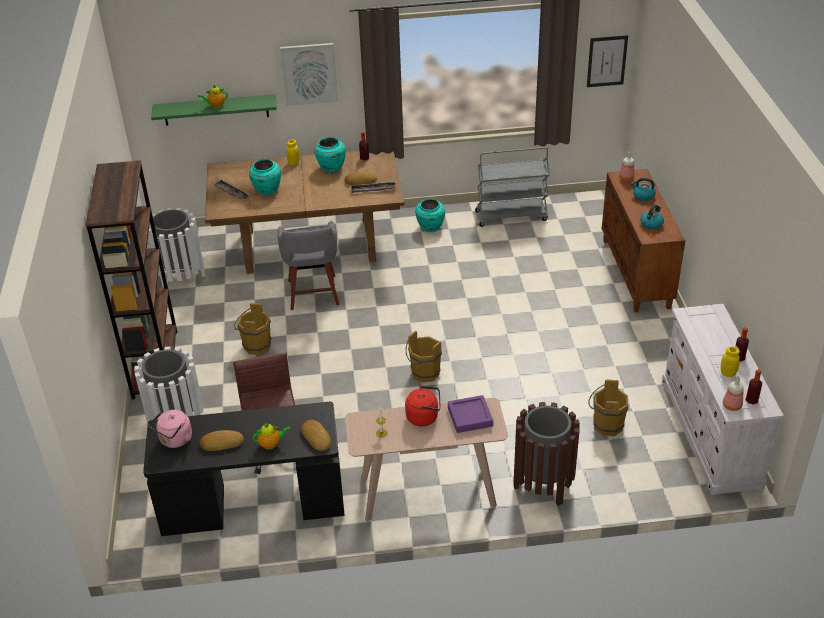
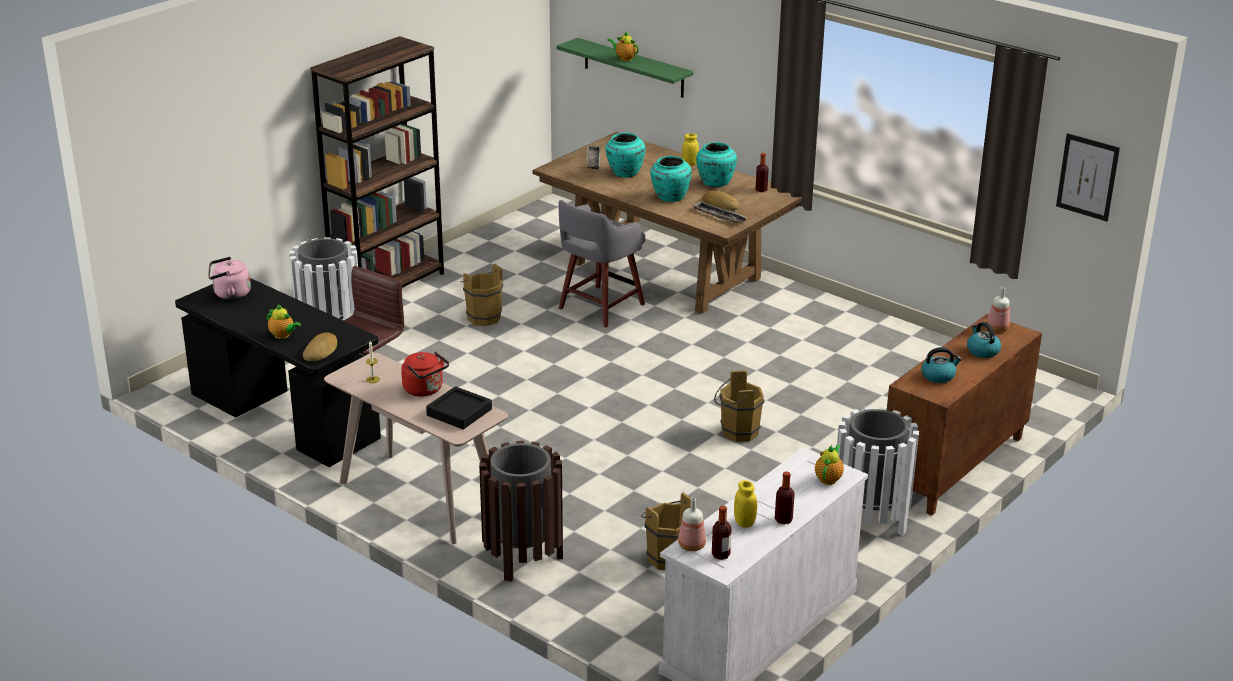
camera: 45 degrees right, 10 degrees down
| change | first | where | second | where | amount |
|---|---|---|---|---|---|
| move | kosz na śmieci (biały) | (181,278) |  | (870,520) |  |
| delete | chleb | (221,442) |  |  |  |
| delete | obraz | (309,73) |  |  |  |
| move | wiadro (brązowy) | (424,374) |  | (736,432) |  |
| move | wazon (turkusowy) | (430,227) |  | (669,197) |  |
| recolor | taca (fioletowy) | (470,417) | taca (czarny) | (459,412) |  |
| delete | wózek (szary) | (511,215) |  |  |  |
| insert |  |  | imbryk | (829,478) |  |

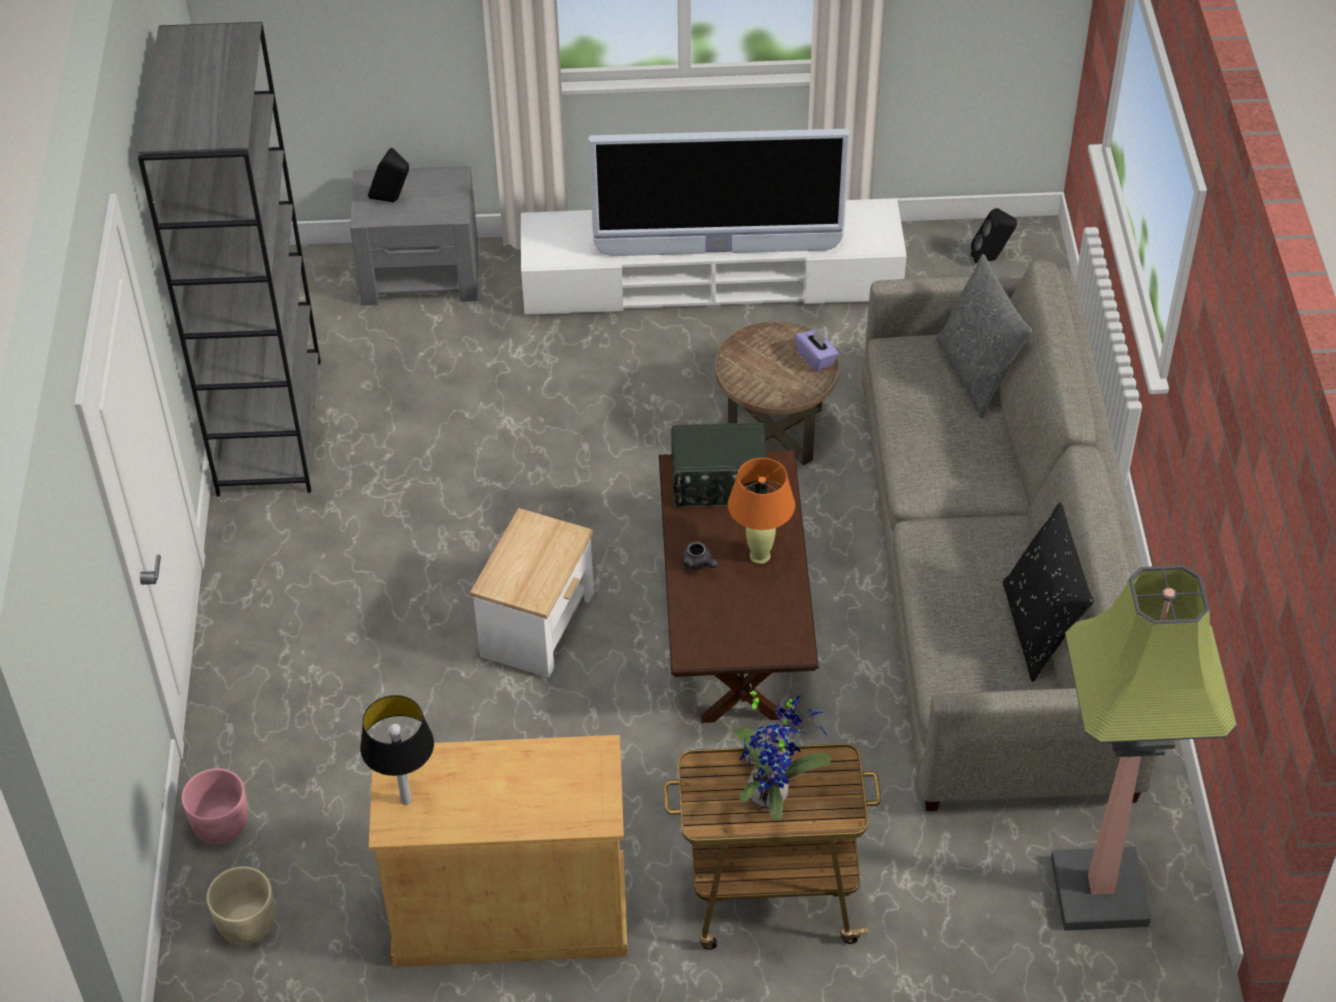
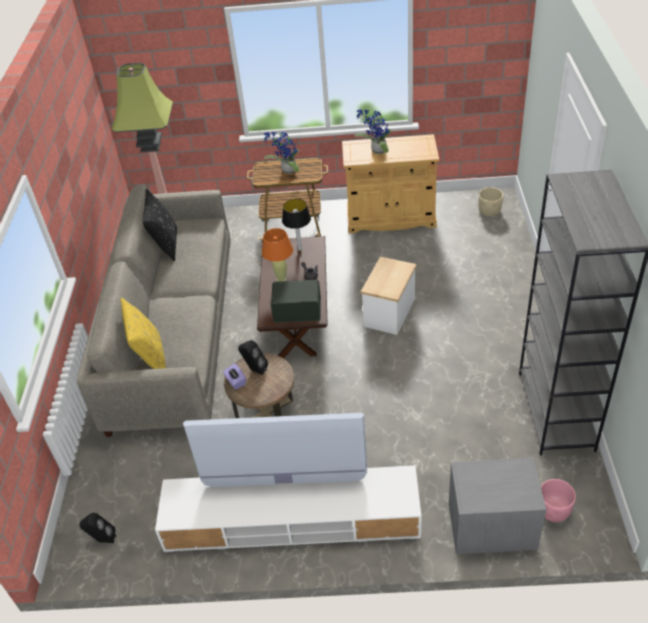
camera: 175 degrees left, 5 degrees down
| change | first | where | second | where | amount |
|---|---|---|---|---|---|
| move | donica (różowy) | (221,825) |  | (553,510) |  |
| move | lampa stołowa | (406,799) |  | (300,249) |  |
| move | głośnik (czarny) | (392,200) |  | (254,370) |  |
| recolor | poduszka (szary) | (977,373) | poduszka (żółty) | (150,358) |  |
| insert |  |  | roślina doniczkowa | (377,151) |  |

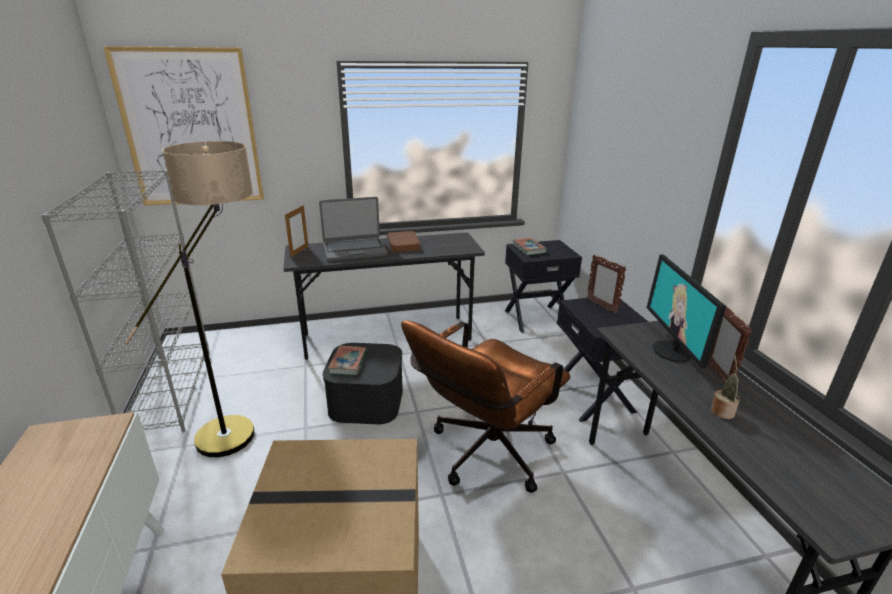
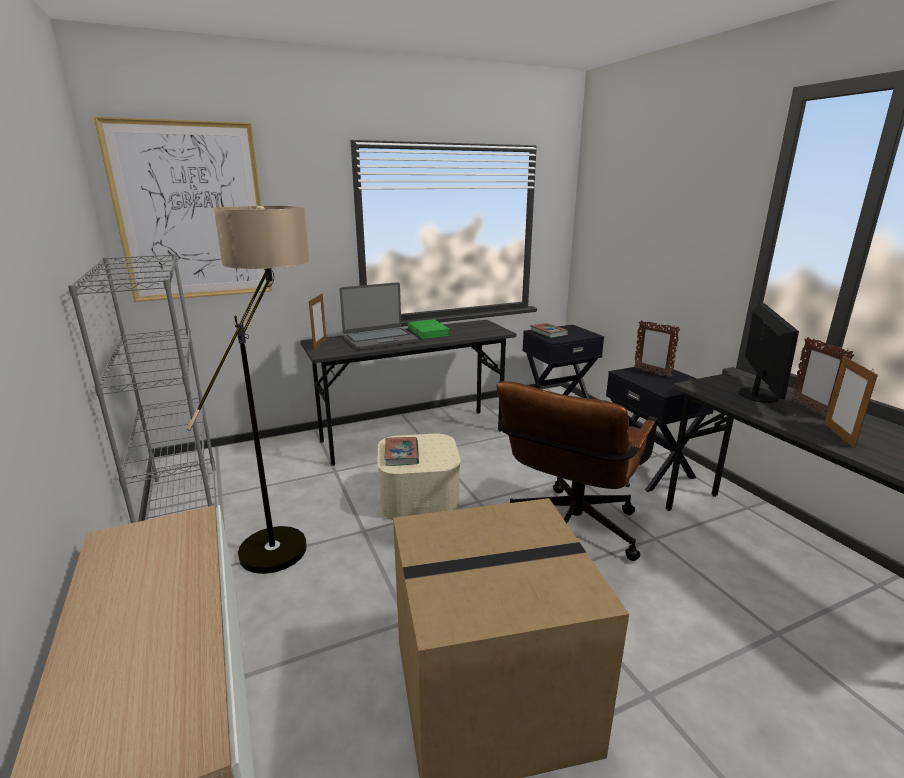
camera: 10 degrees left, 5 degrees down
| change | first | where | second | where | amount |
|---|---|---|---|---|---|
| recolor | pojemnik do przechowywania (czarny) | (366,400) | pojemnik do przechowywania (beżowy) | (419,497) |  |
| recolor | książka (brązowy) | (403,244) | książka (zielony) | (428,332) |  |
| rotate | monitor | (672,351) |  | (757,395) | 150 degrees counterclockwise |
| replace | roślina doniczkowa | (722,411) | ramka na zdjęcie | (839,435) |  |

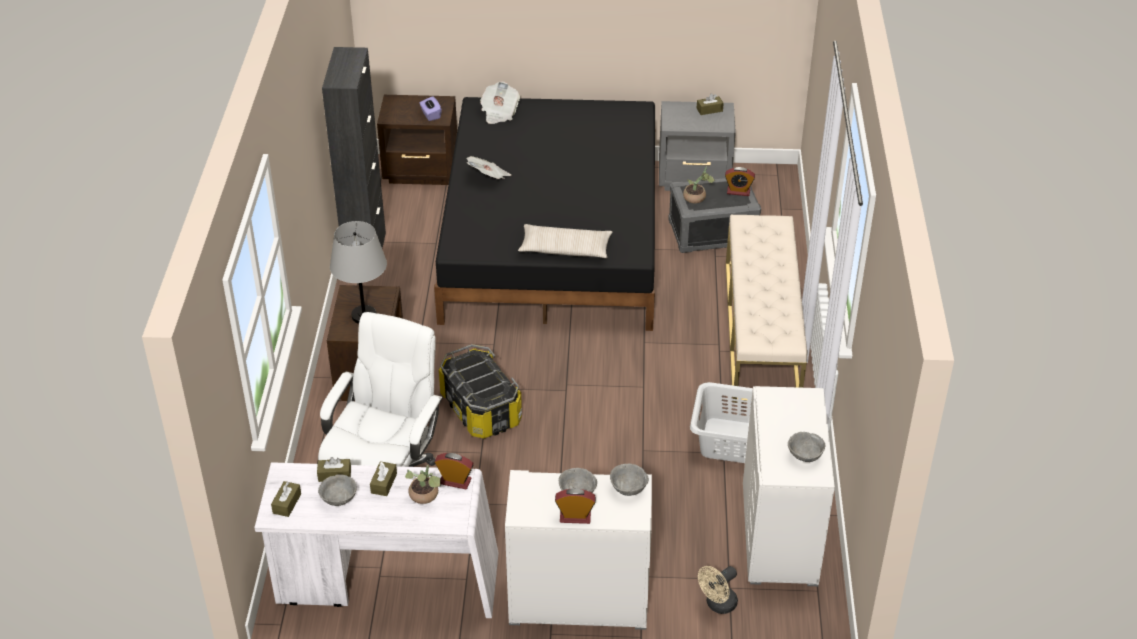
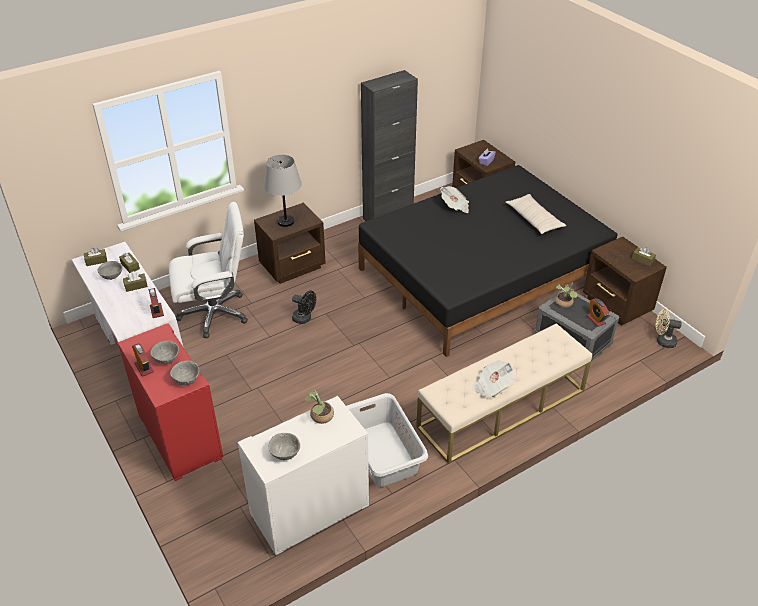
camera: 55 degrees right, 0 degrees up
| change | first | where | second | where | amount |
|---|---|---|---|---|---|
| move | roślina doniczkowa | (425,497) |  | (320,418) |  |
| replace | pojemnik do przechowywania | (480,409) | wentylator (czarny) | (304,319) |  |
| move | gazeta | (499,113) |  | (492,387) |  |
| recolor | komoda (biały) | (578,600) | komoda (czerwony) | (179,437) |  |
| move | poduszka (beżowy) | (565,249) |  | (534,219) |  |
| recolor | szafka nocna (szary) | (695,179) | szafka nocna (brązowy) | (616,306) |  |
| move | wentylator (beżowy) | (718,605) |  | (662,341) |  |

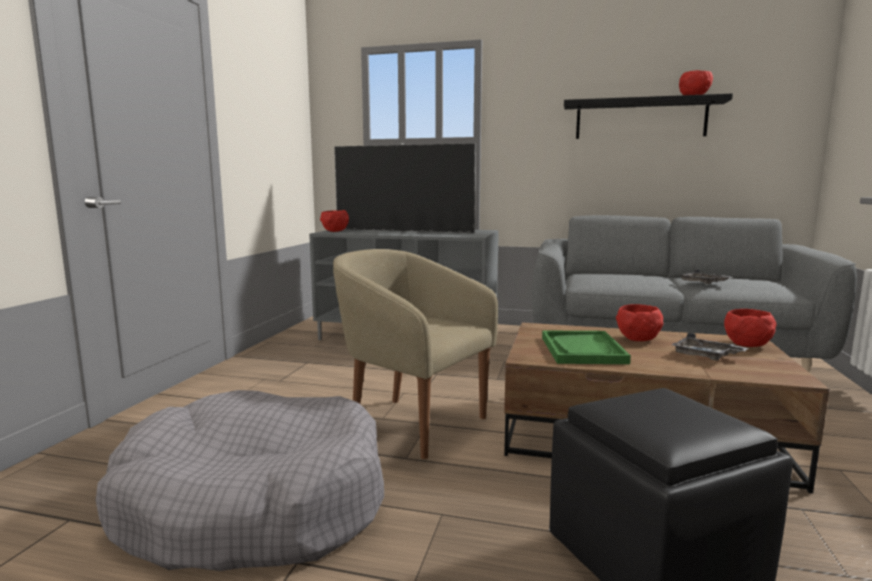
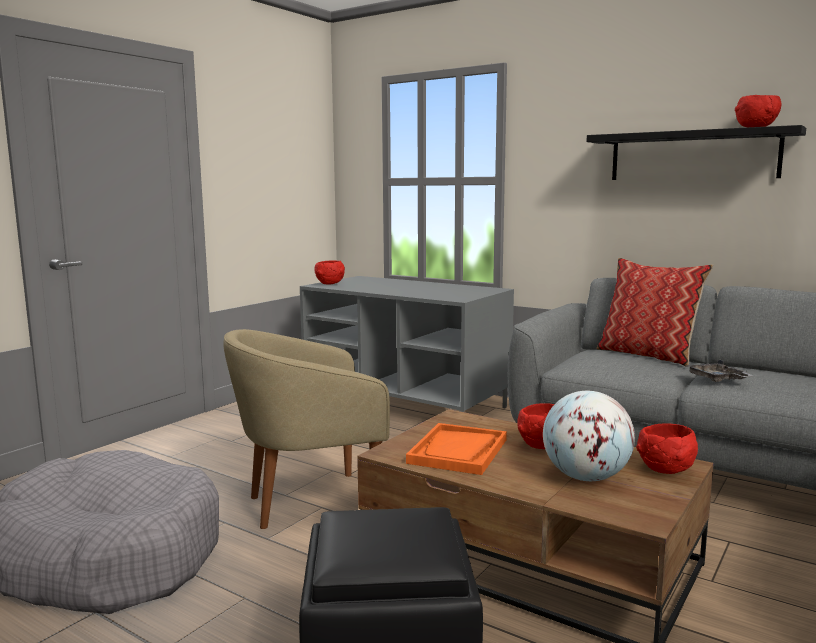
camera: 20 degrees right, 0 degrees up
| change | first | where | second | where | amount |
|---|---|---|---|---|---|
| rotate | fotel (beżowy) | (412,422) |  | (309,503) | 75 degrees counterclockwise |
| delete | telewizor | (403,231) |  |  |  |
| recolor | taca (zielony) | (582,350) | taca (pomarańczowy) | (458,451) |  |
| replace | taca (szary) | (705,356) | globus | (585,477) |  |
| insert |  |  | poduszka | (648,355) |  |

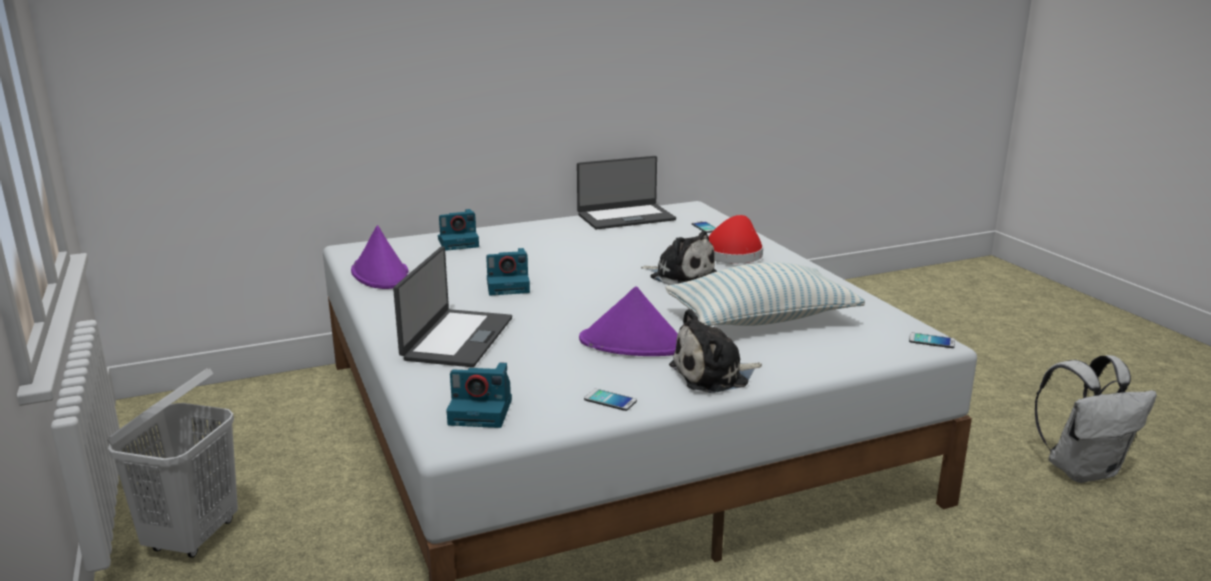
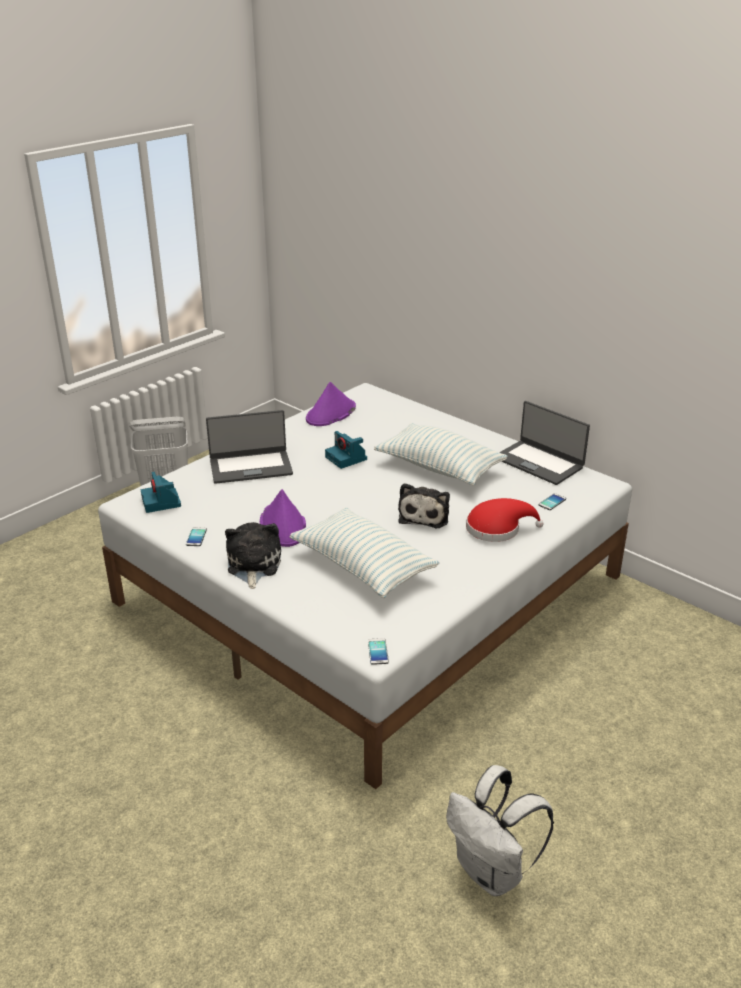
camera: 65 degrees right, 10 degrees up
| change | first | where | second | where | amount |
|---|---|---|---|---|---|
| delete | aparat fotograficzny | (459,242) |  |  |  |
| rotate | pluszak | (714,375) |  | (253,565) | 45 degrees clockwise |
| insert |  |  | poduszka | (439,468) |  |

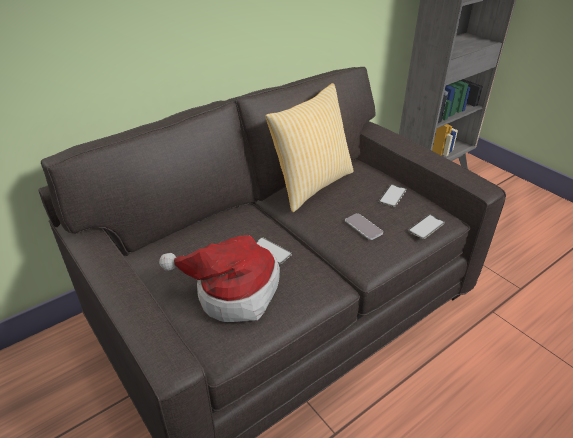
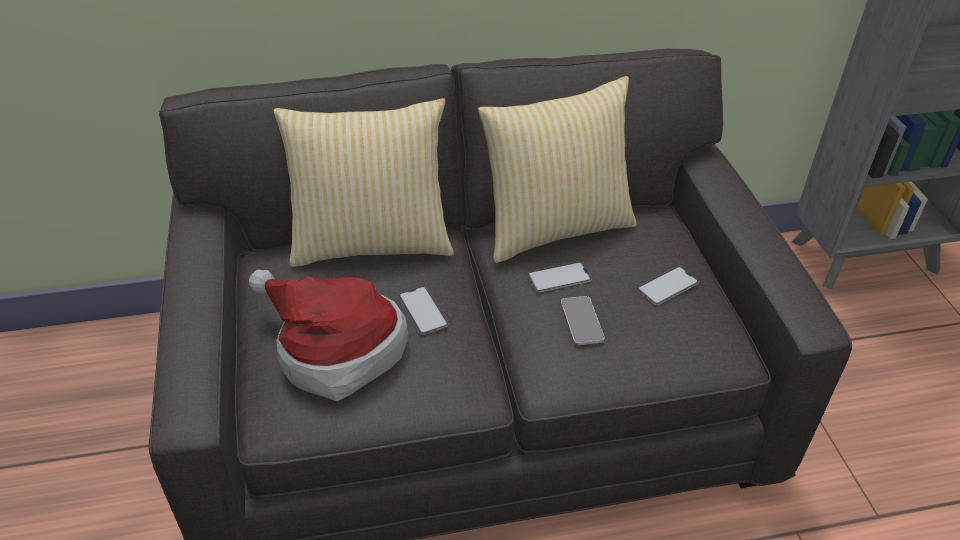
camera: 25 degrees right, 5 degrees up
| change | first | where | second | where | amount |
|---|---|---|---|---|---|
| move | telefon | (426,227) |  | (559,277) |  |
| insert |  |  | poduszka | (371,242) |  |

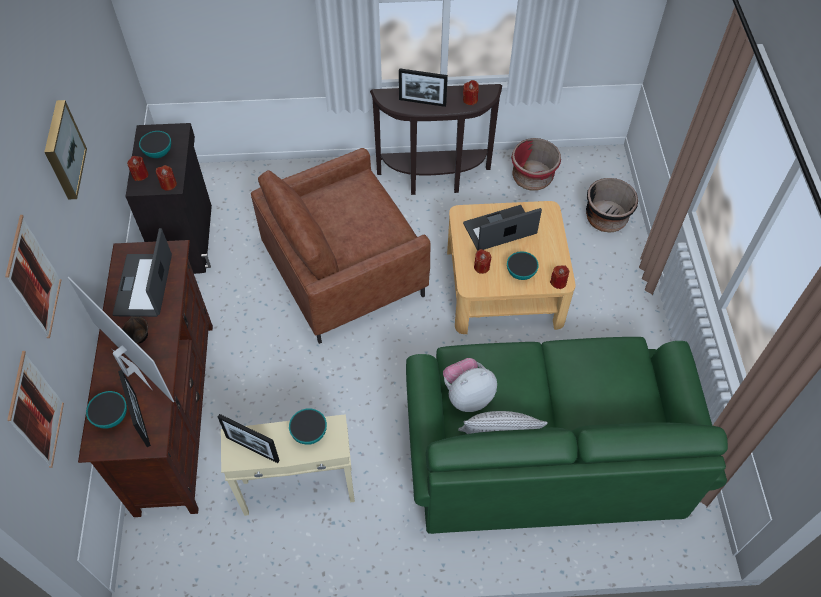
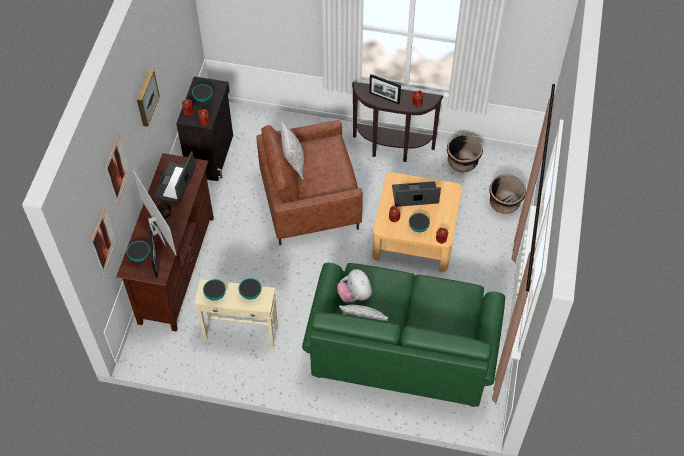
camera: 15 degrees right, 0 degrees up
| change | first | where | second | where | amount |
|---|---|---|---|---|---|
| replace | ramka na zdjęcie | (252,449) | miska | (215,294) |  |
| rotate | pluszak | (467,395) |  | (354,295) | 105 degrees counterclockwise |
| recolor | donica (czerwony) | (532,178) | donica (czarny) | (462,162) |  |
| insert |  |  | poduszka | (293,162) |  |

